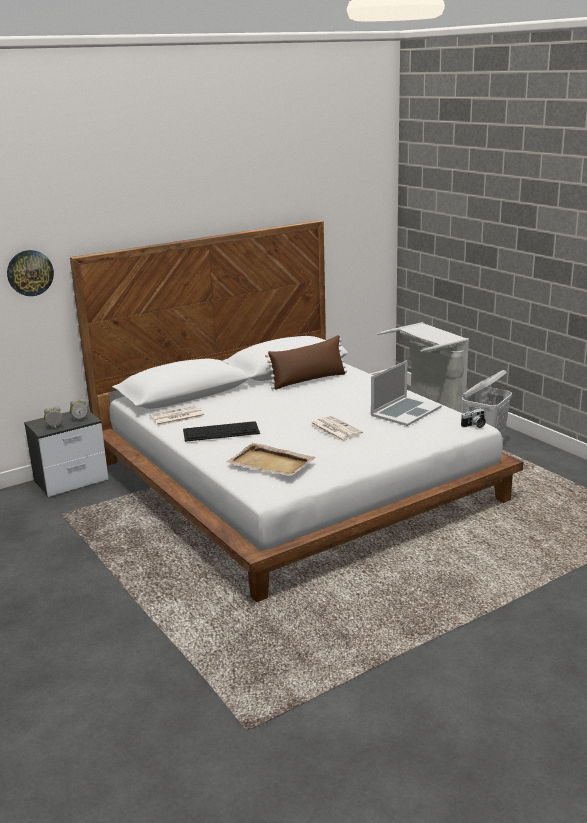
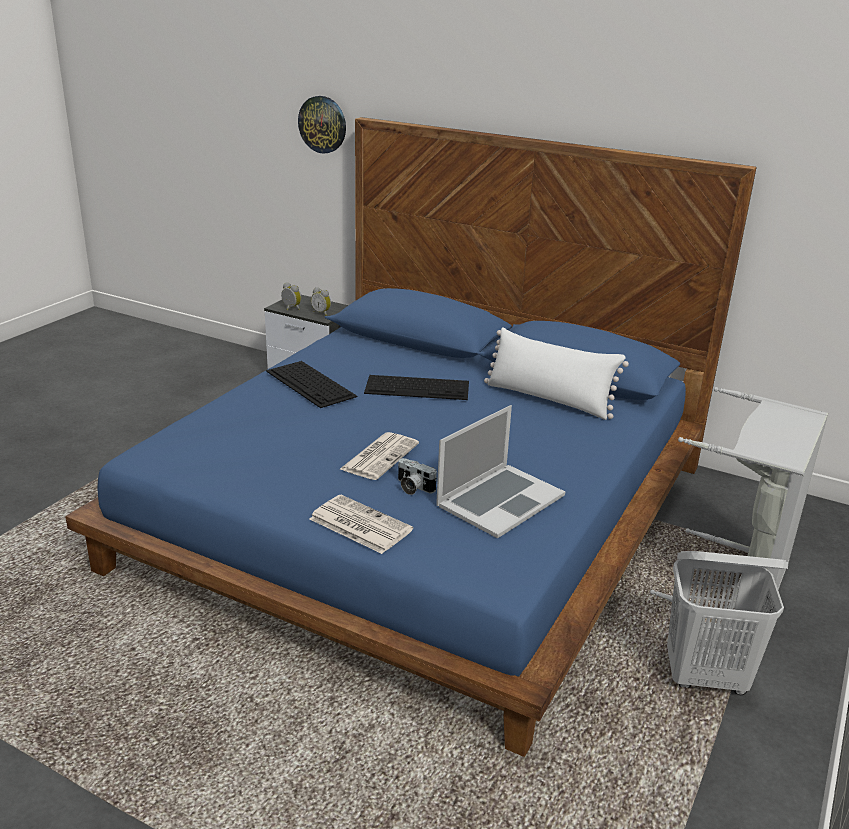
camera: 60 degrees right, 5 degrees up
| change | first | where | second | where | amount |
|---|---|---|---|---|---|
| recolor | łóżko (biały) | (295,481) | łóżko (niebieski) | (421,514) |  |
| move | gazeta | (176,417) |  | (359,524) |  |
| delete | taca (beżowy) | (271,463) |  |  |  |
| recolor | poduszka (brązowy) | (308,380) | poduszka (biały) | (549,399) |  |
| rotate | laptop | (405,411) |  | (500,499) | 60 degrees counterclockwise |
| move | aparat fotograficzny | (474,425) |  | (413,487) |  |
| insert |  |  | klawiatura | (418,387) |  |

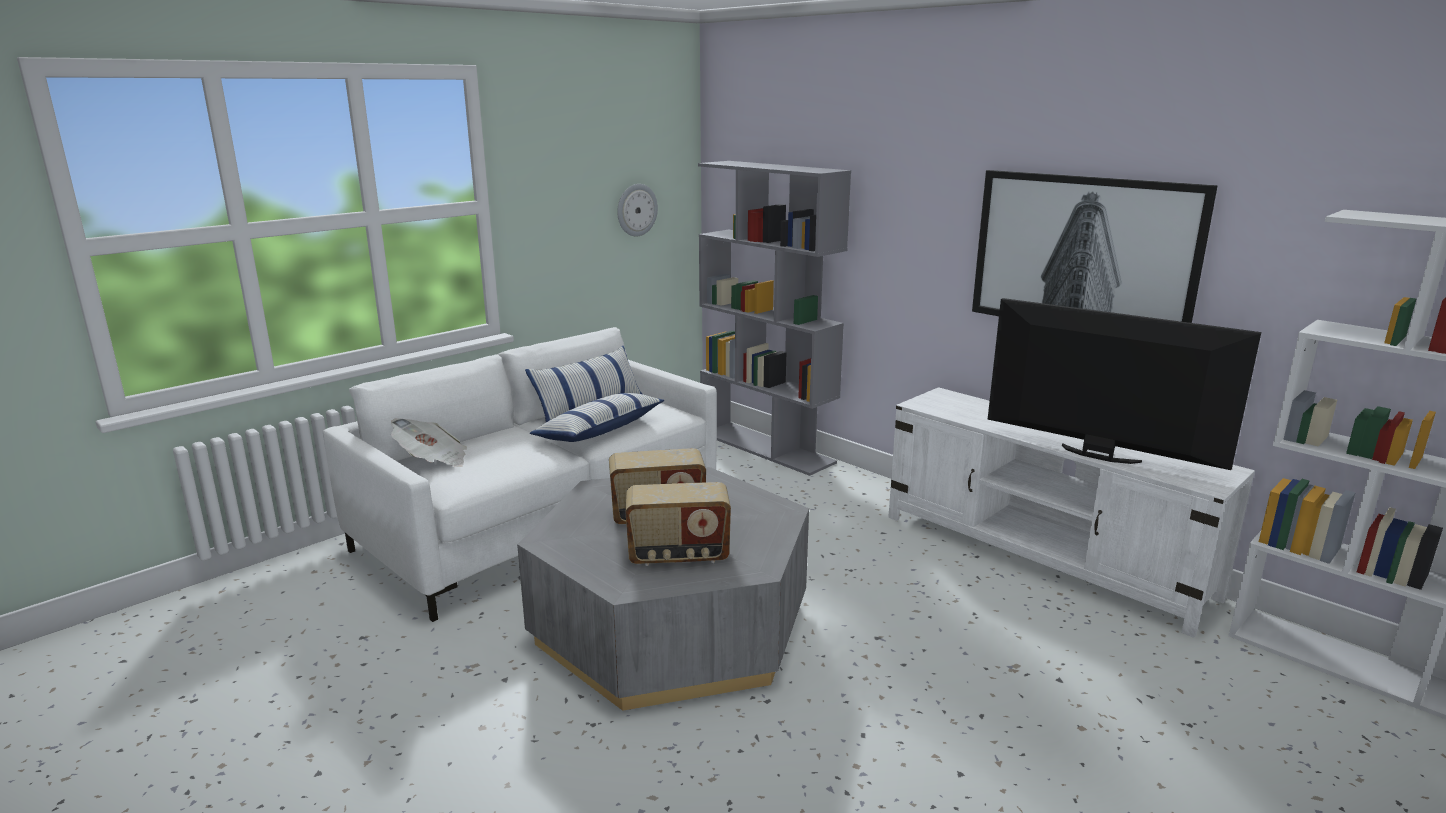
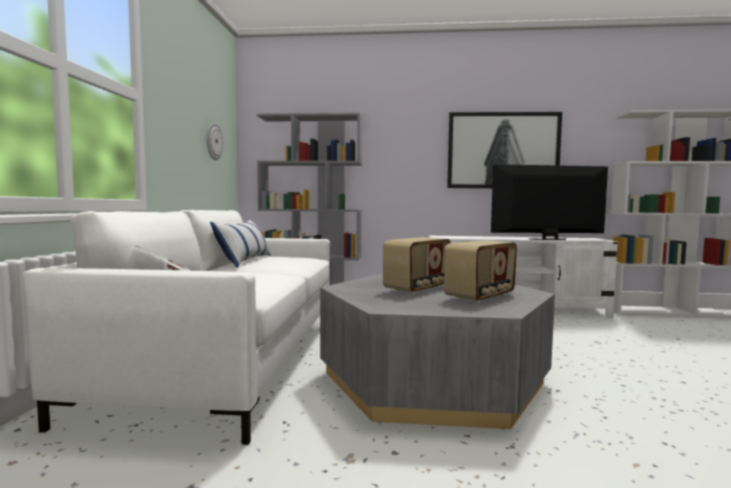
camera: 40 degrees left, 15 degrees down
| change | first | where | second | where | amount |
|---|---|---|---|---|---|
| delete | poduszka | (600,431) |  |  |  |

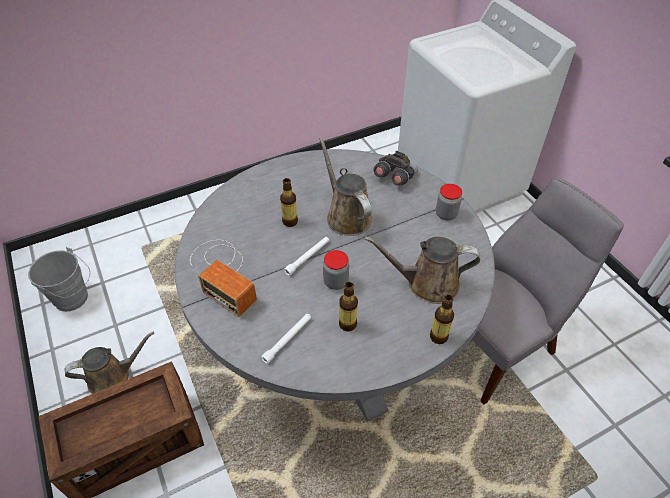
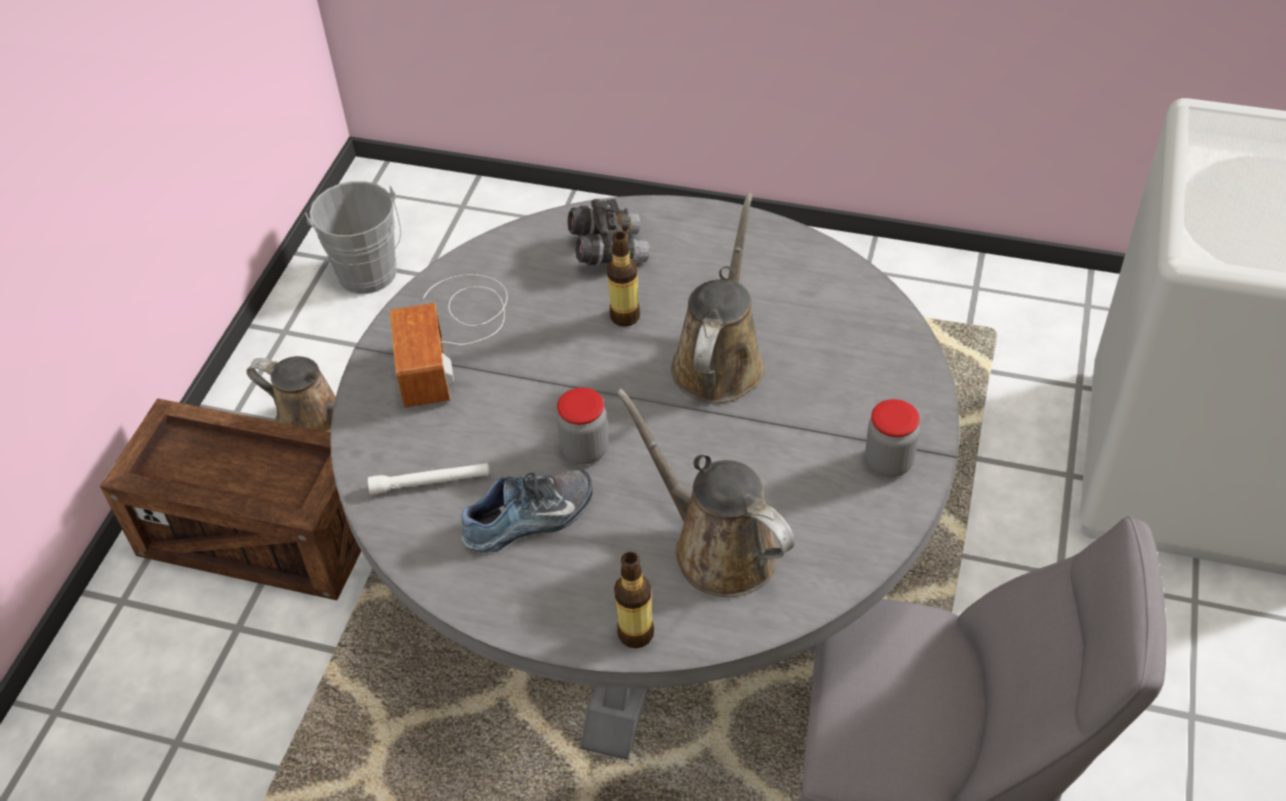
camera: 45 degrees right, 0 degrees up
| change | first | where | second | where | amount |
|---|---|---|---|---|---|
| delete | latarka (biały) | (307,258) |  |  |  |
| replace | butelka | (347,324) | but | (530,520) |  |
| move | lornetka (szary) | (394,177) |  | (608,250) |  |

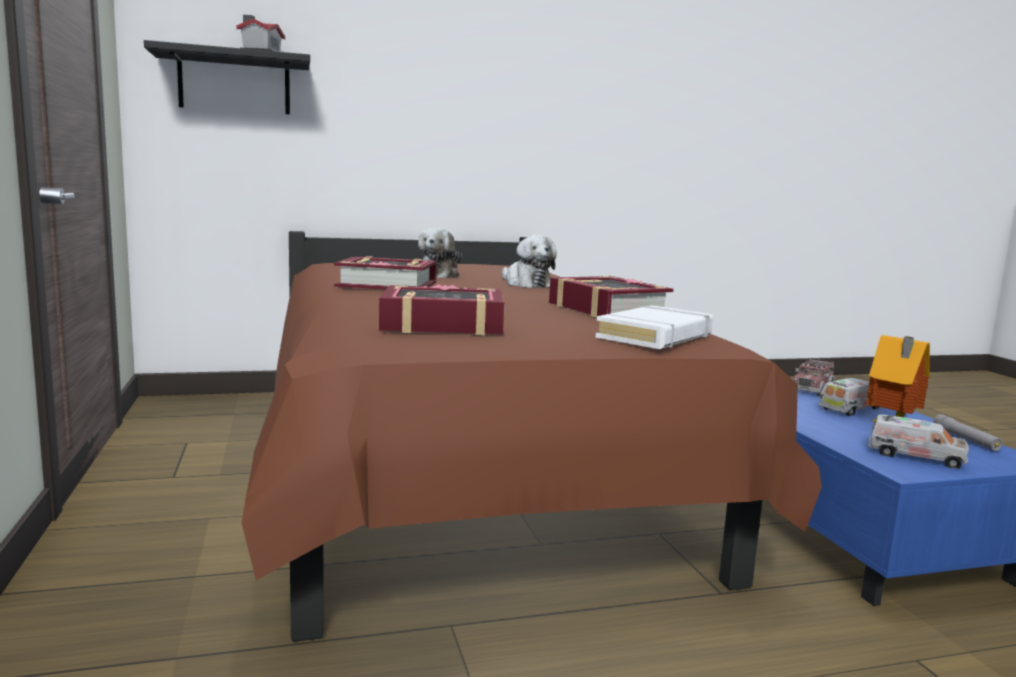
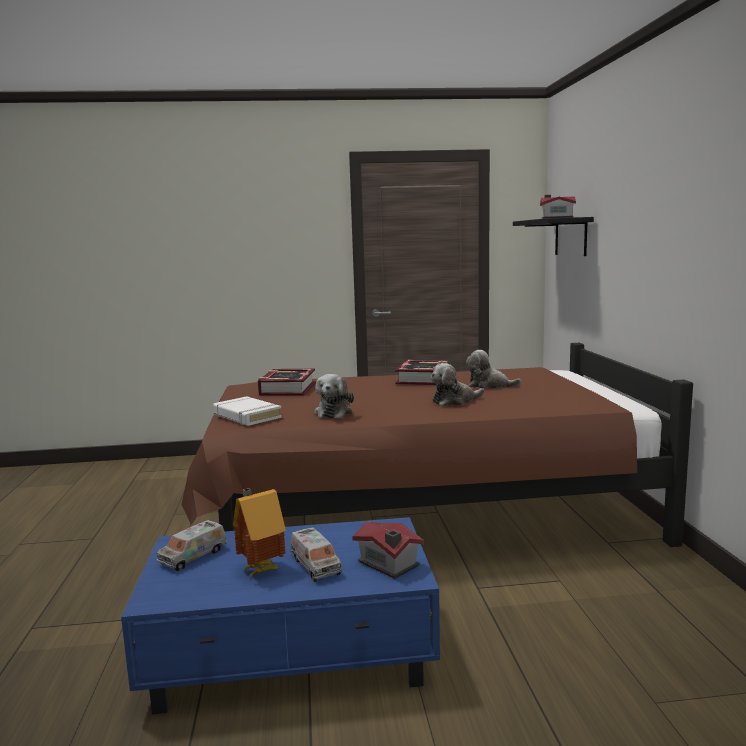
camera: 100 degrees right, 0 degrees up
| change | first | where | second | where | amount |
|---|---|---|---|---|---|
| replace | książka | (606,309) | pluszak | (334,412) |  |
| replace | ciężarówka zabawkowa | (811,388) | domek | (388,565) |  |
| delete | latarka (szary) | (966,440) |  |  |  |

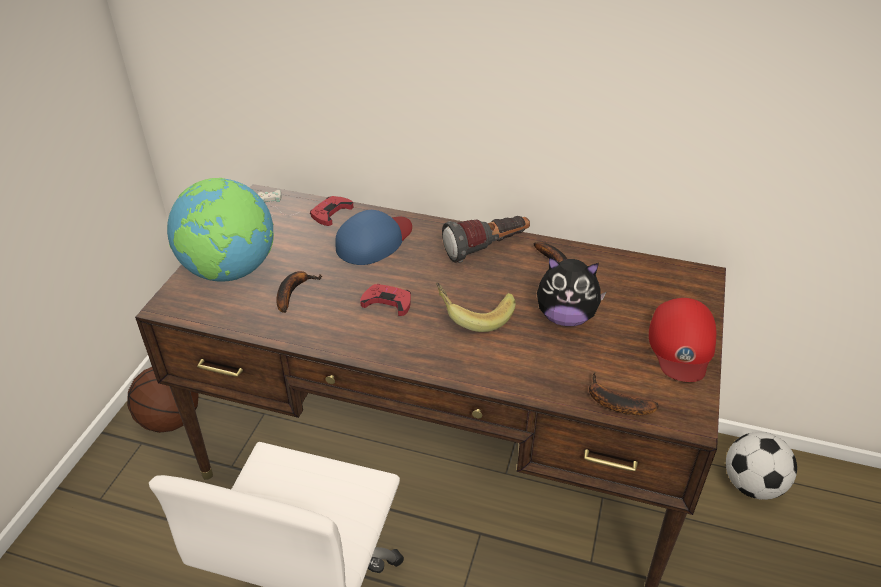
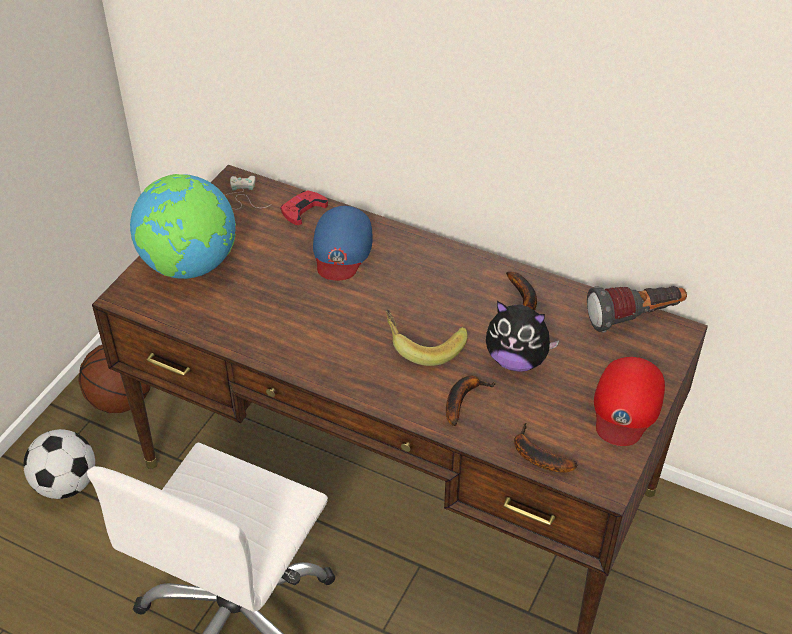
camera: 10 degrees right, 5 degrees up
| change | first | where | second | where | amount |
|---|---|---|---|---|---|
| move | banan | (293,292) |  | (463,399) |  |
| rotate | czapka z daszkiem (niebieski) | (374,241) |  | (341,249) | 135 degrees clockwise |
| delete | pad do gier (czerwony) | (387,302) |  |  |  |
| move | latarka | (487,249) |  | (634,318) |  |
| move | piłka futbolowa | (752,485) |  | (66,484) |  |

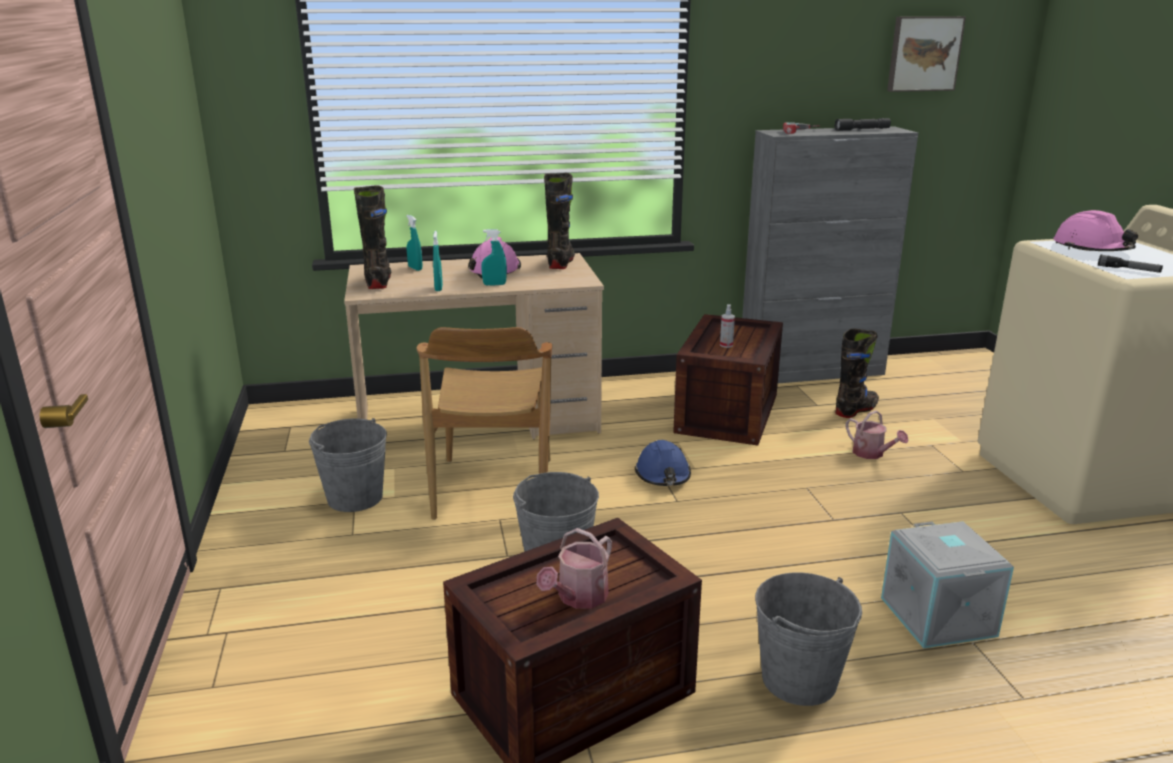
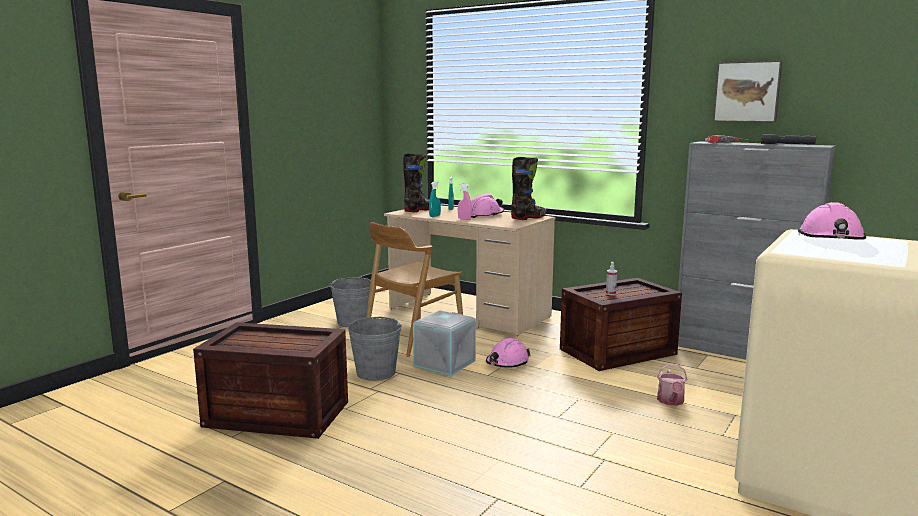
camera: 45 degrees right, 10 degrees down
| change | first | where | second | where | amount |
|---|---|---|---|---|---|
| recolor | spryskiwacz (turkusowy) | (494,284) | spryskiwacz (różowy) | (464,219) |  |
| delete | konewka | (578,598) |  |  |  |
| recolor | kask (niebieski) | (663,475) | kask (różowy) | (507,363) |  |
| delete | wiadro (szary) | (799,679) |  |  |  |
| delete | but z cholewką (czarny) | (856,410) |  |  |  |
| move | pojemnik do przechowywania (szary) | (940,617) |  | (445,363) |  |
| move | obraz | (923,53) |  | (747,92) |  |
| delete | latarka | (1128,270) |  |  |  |

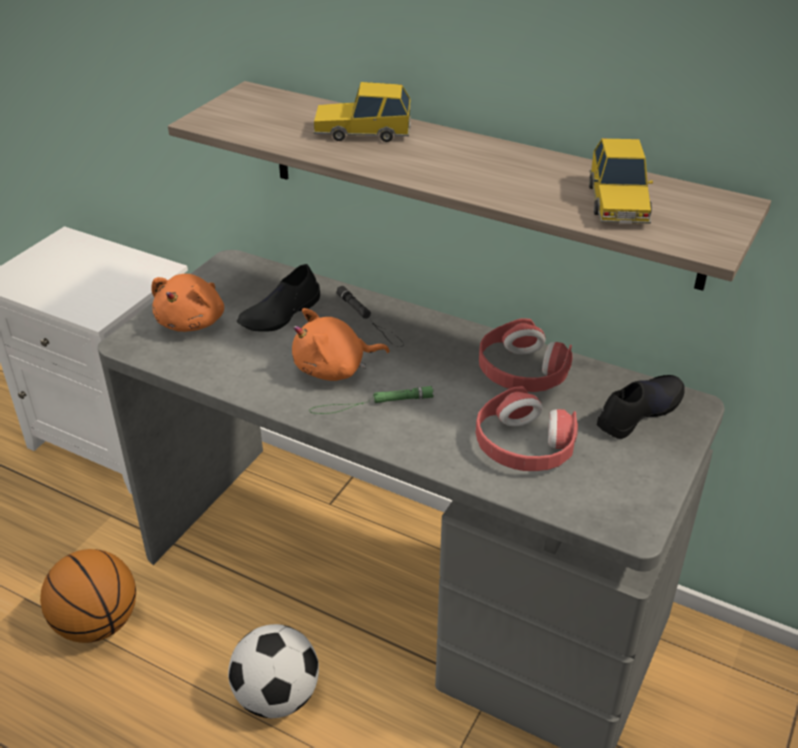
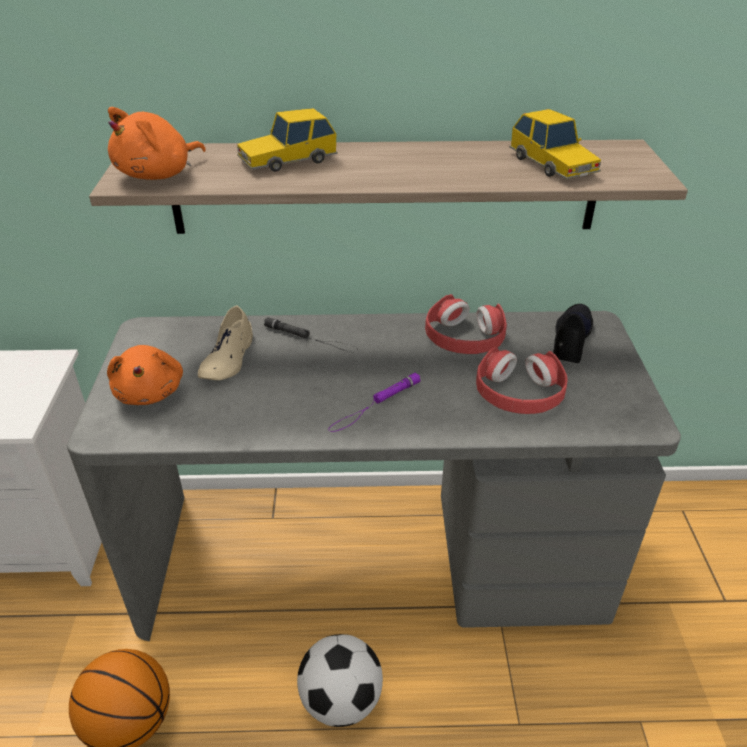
camera: 30 degrees left, 0 degrees up
| change | first | where | second | where | amount |
|---|---|---|---|---|---|
| recolor | but (czarny) | (280,314) | but (beżowy) | (228,358) |  |
| move | pluszak (pomarańczowy) | (334,369) |  | (159,174) |  |
| recolor | latarka (zielony) | (371,404) | latarka (fioletowy) | (375,405) |  |

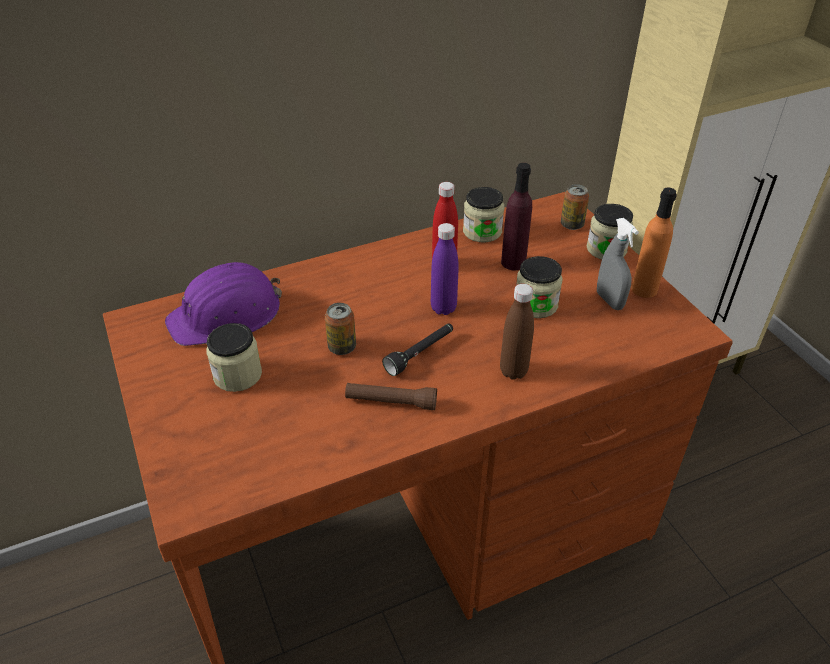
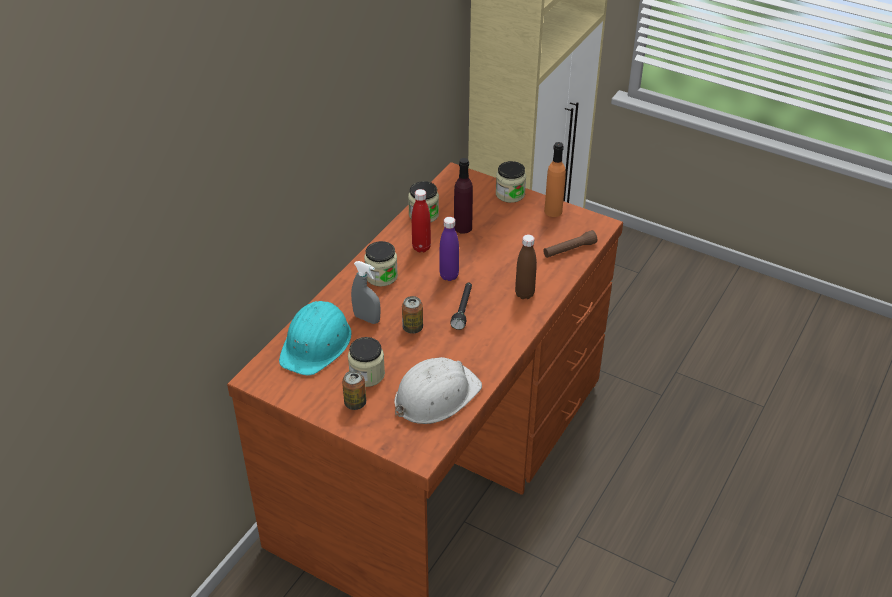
camera: 35 degrees left, 0 degrees up
| change | first | where | second | where | amount |
|---|---|---|---|---|---|
| recolor | kask (fioletowy) | (227,315) | kask (turkusowy) | (316,344) |  |
| move | latarka (brązowy) | (391,402) |  | (569,250) |  |
| move | słoik | (536,304) |  | (381,276) |  |
| move | puszka | (572,224) |  | (355,403) |  |
| move | spryskiwacz (szary) | (609,301) |  | (367,318) |  |
| insert |  |  | kask (biały) | (435,396) |  |

